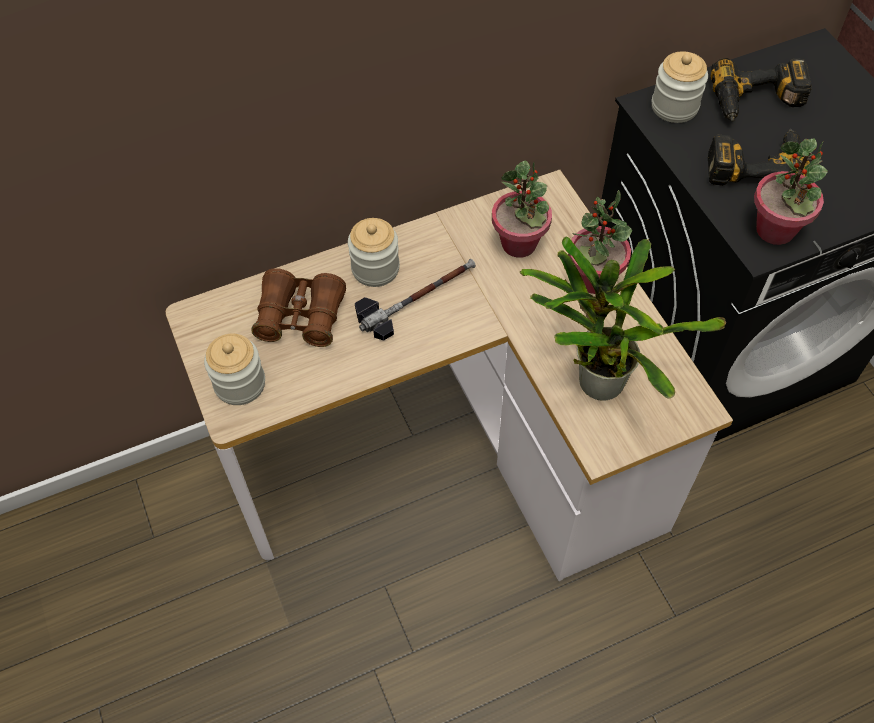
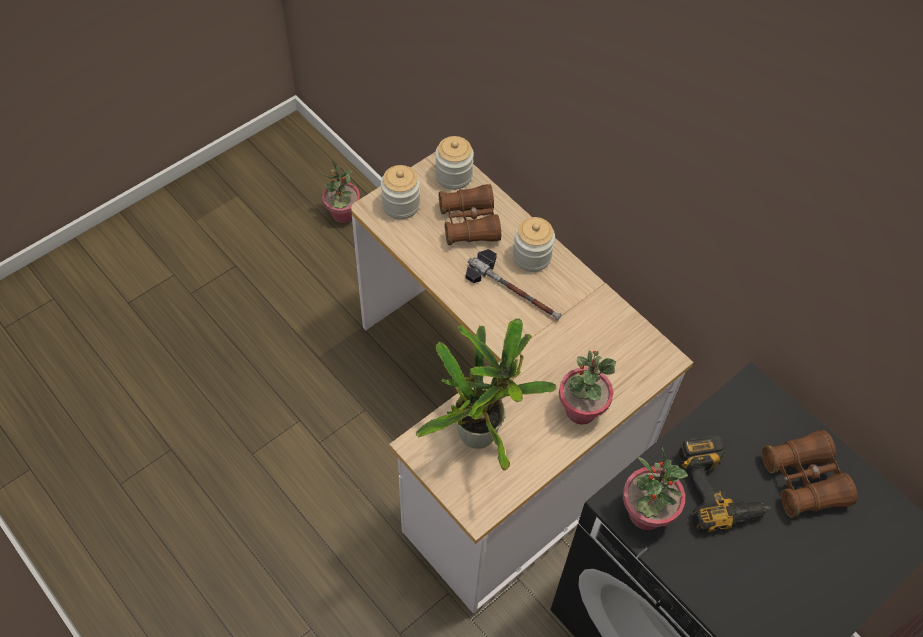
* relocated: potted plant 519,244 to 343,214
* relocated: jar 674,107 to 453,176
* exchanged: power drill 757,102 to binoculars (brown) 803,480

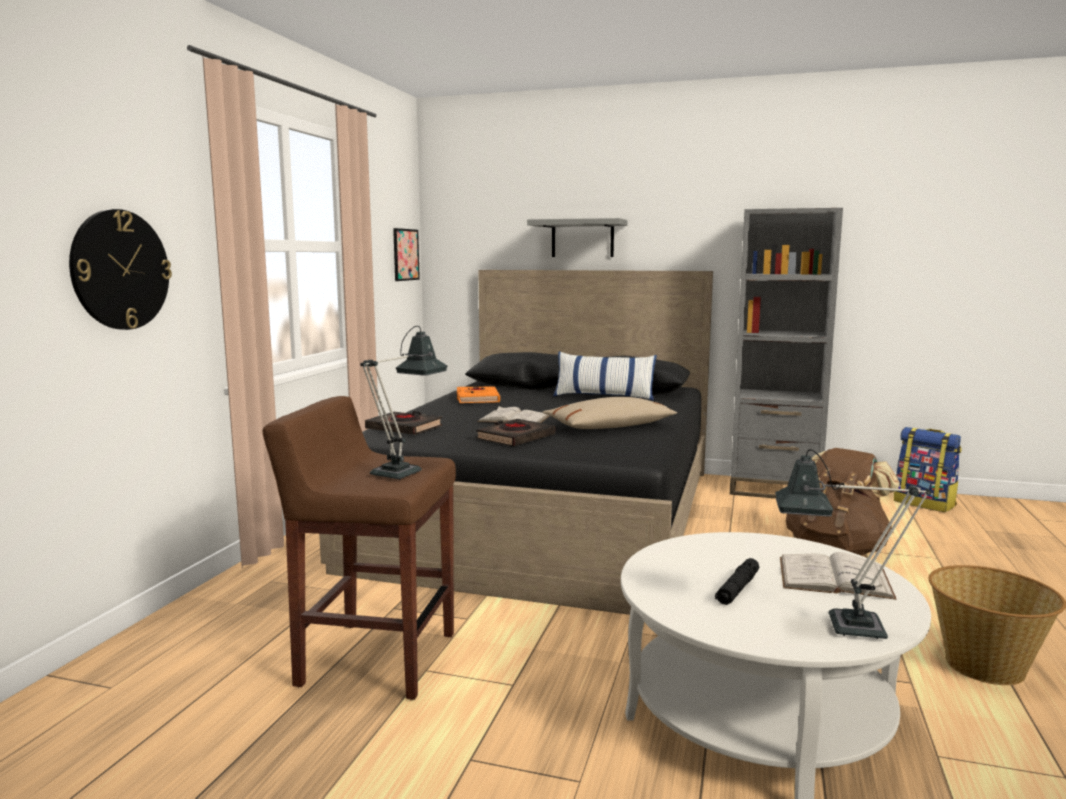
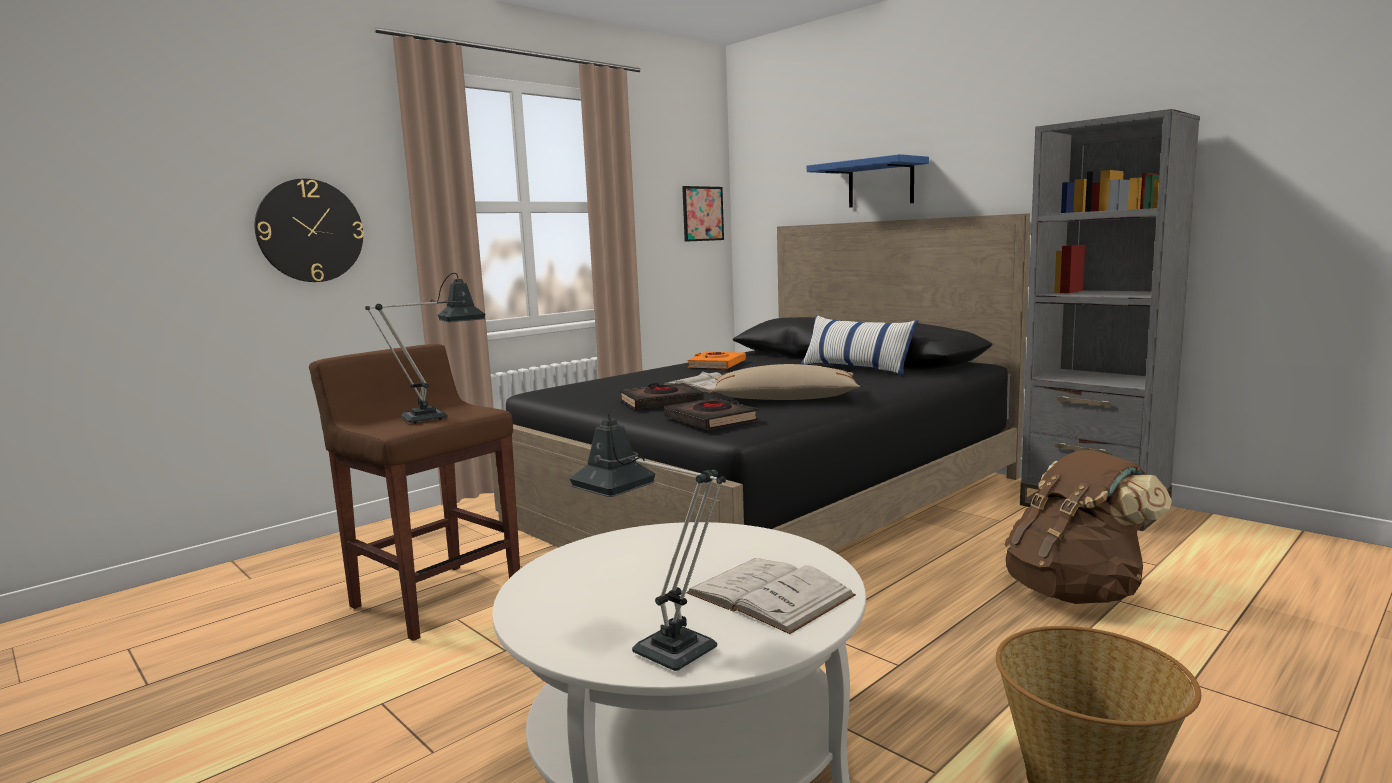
* relocated: book (black) 404,428 to 711,420
* colour: shelf (grey) 582,238 to shelf (blue) 880,183
* missing: flashlight (black) 737,589
* missing: backpack 925,503

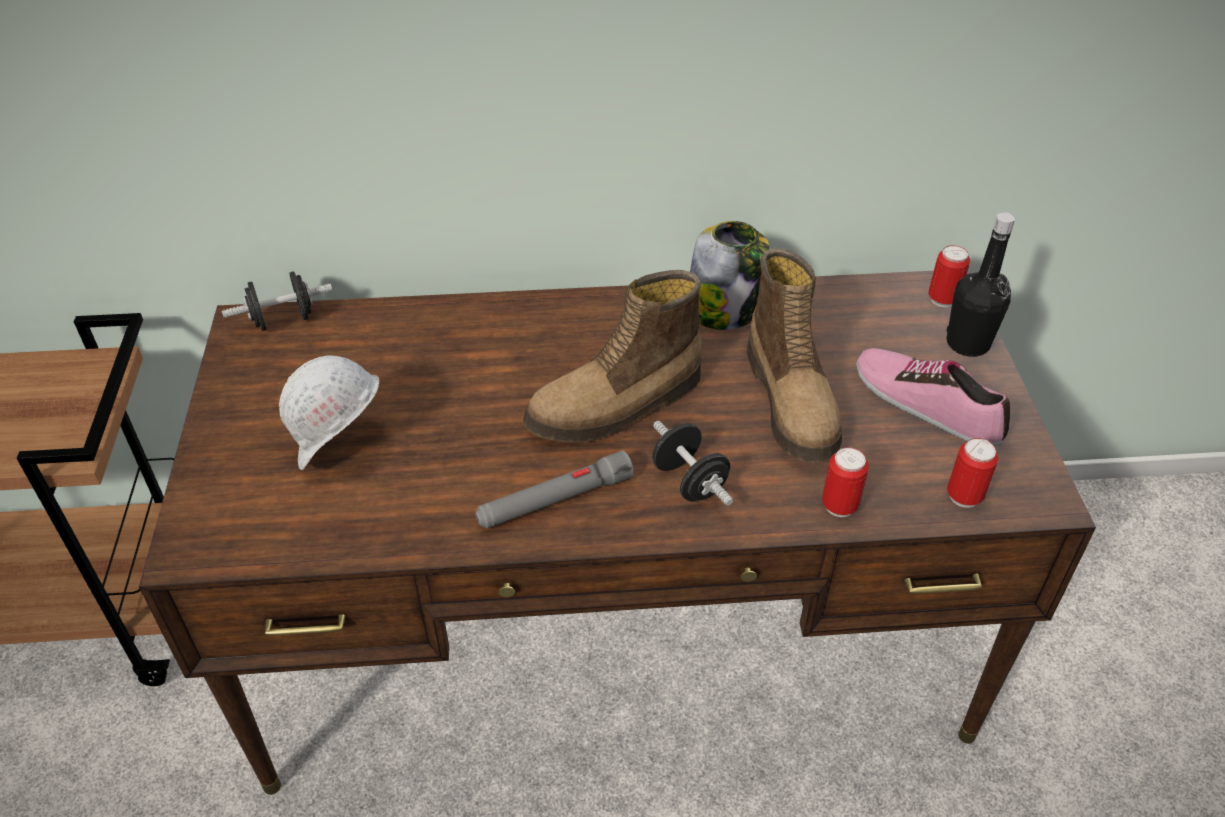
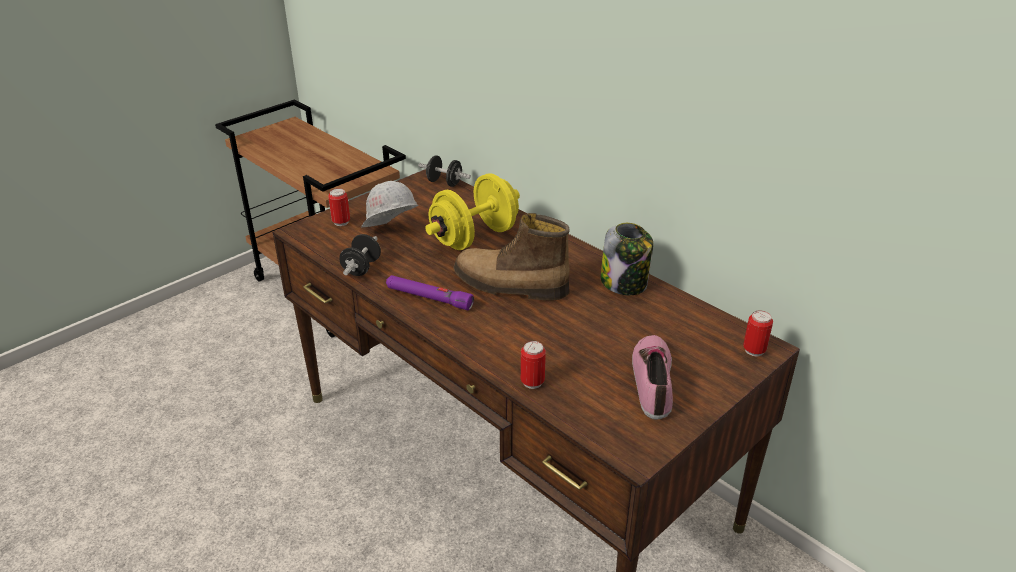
* colour: flashlight (grey) 555,500 to flashlight (purple) 429,298
* relocated: dumbbell (black) 689,481 to 361,268
* missing: boot 792,402
* missing: bottle (black) 967,343
* relocated: can 964,496 to 341,222
* appeared: dumbbell (yellow) 474,237

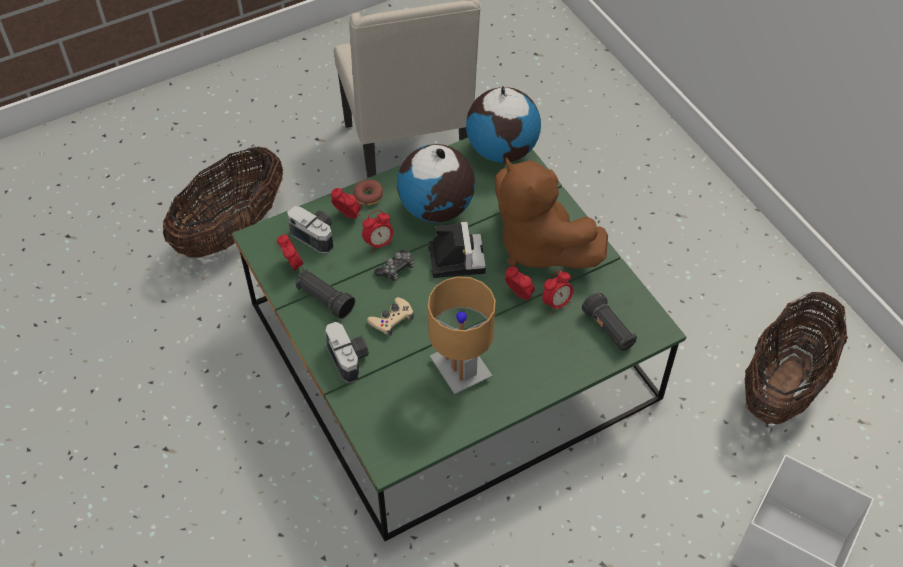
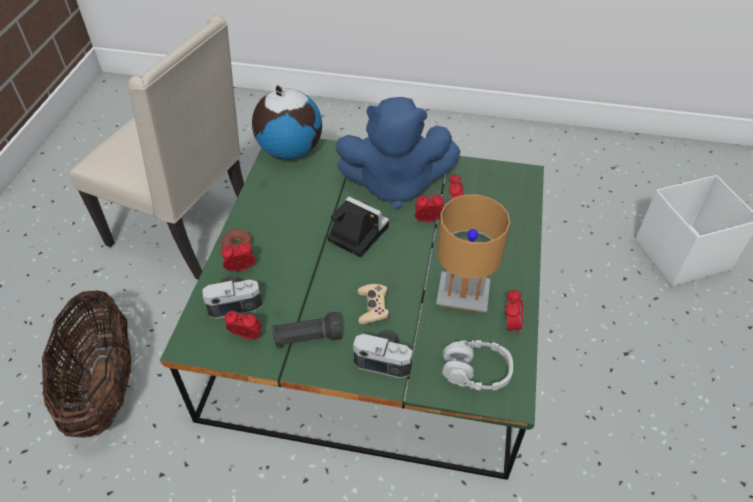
* relocated: alarm clock 379,243 to 511,325
* missing: game controller 396,269
* missing: globe 437,209
* colour: plush toy (brown) 538,245 to plush toy (blue) 395,185
* missing: flashlight (black) 608,330
* missing: basket 783,384
* appeared: headphones (grey) 476,371

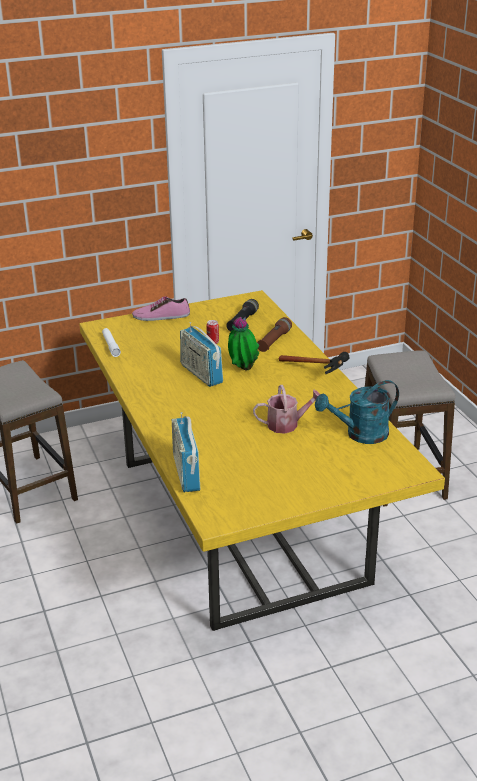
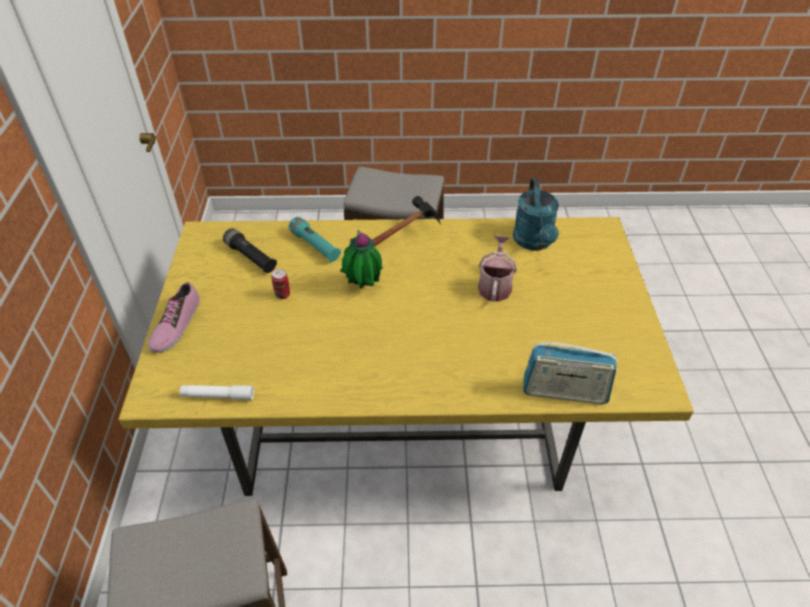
* missing: radio 201,374
* colour: flashlight (brown) 274,341 to flashlight (turquoise) 315,246

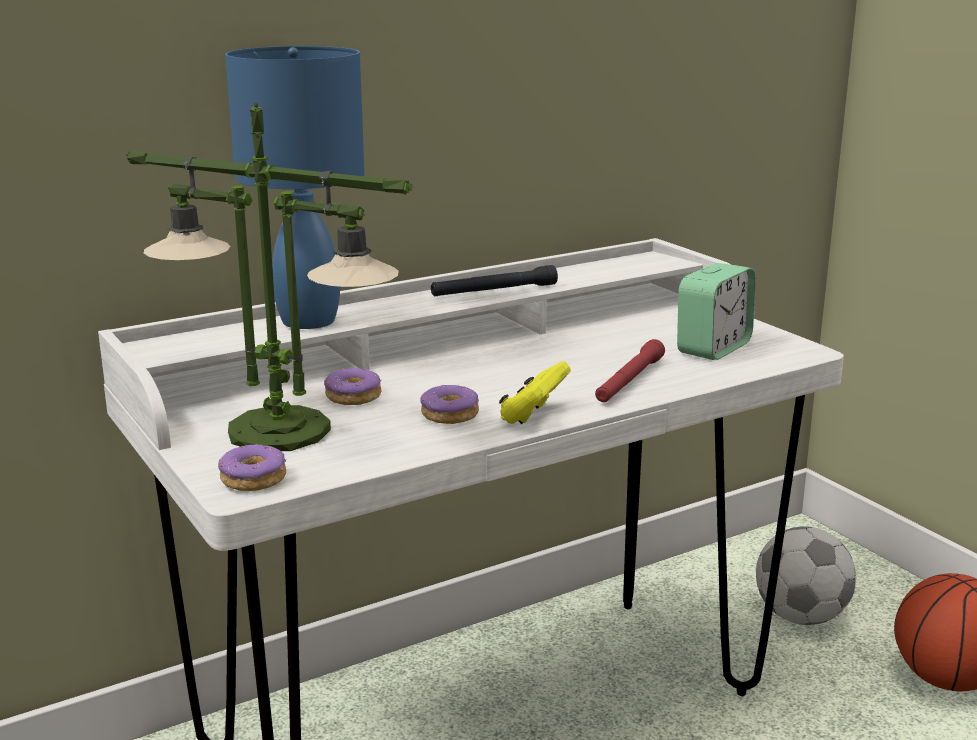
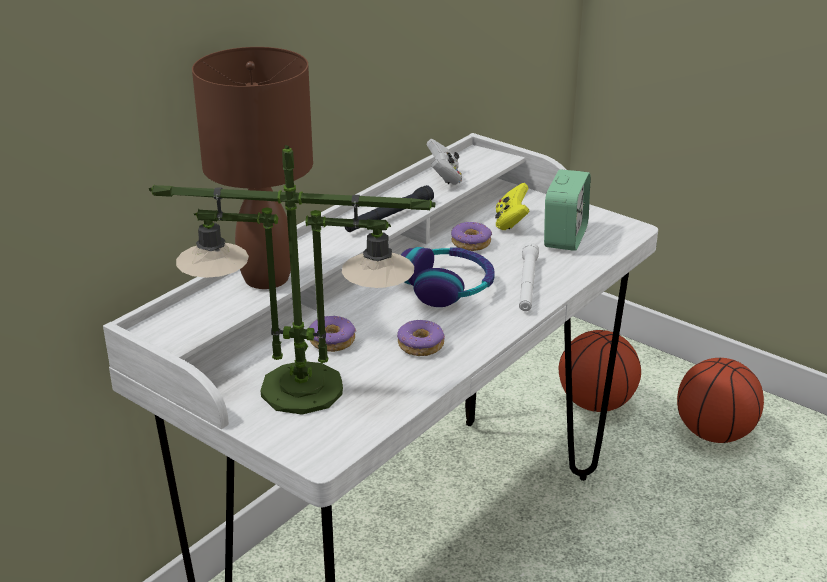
* relocated: donut 254,479 to 471,243
* colour: table lamp (blue) 307,320 to table lamp (brown) 265,277
* relocated: game controller (yellow) 533,416 to 511,222
* colour: flashlight (red) 629,381 to flashlight (white) 527,284
* exchanged: football 800,616 to basketball 596,404
* appeared: headphones 447,287
* appeared: game controller (white) 444,177

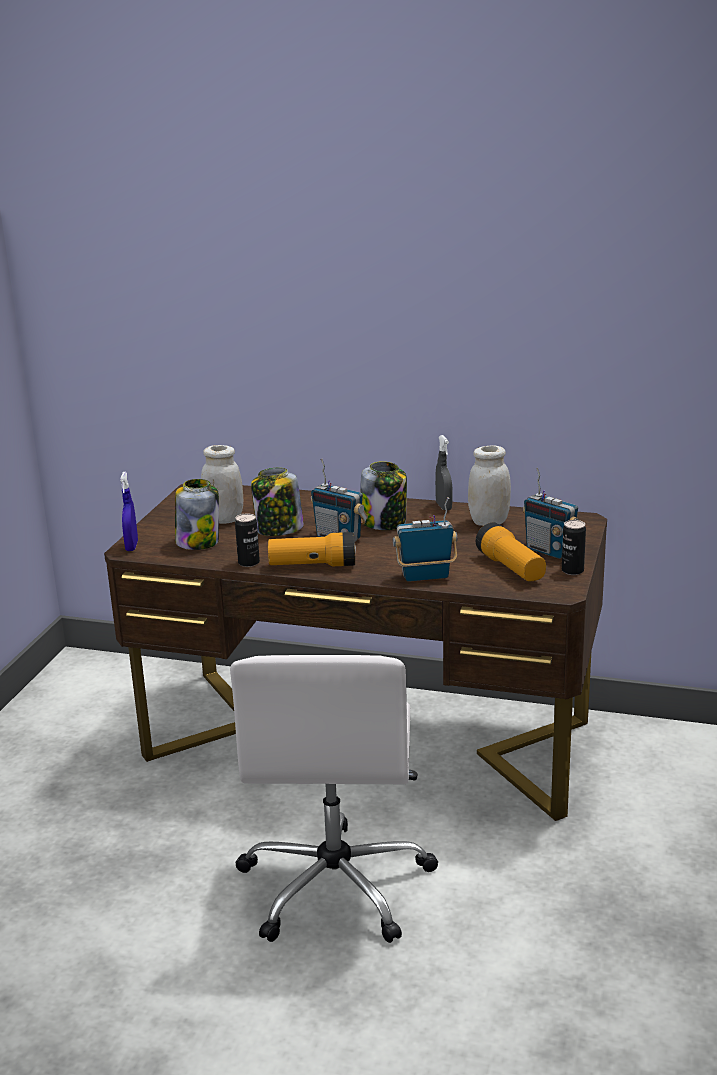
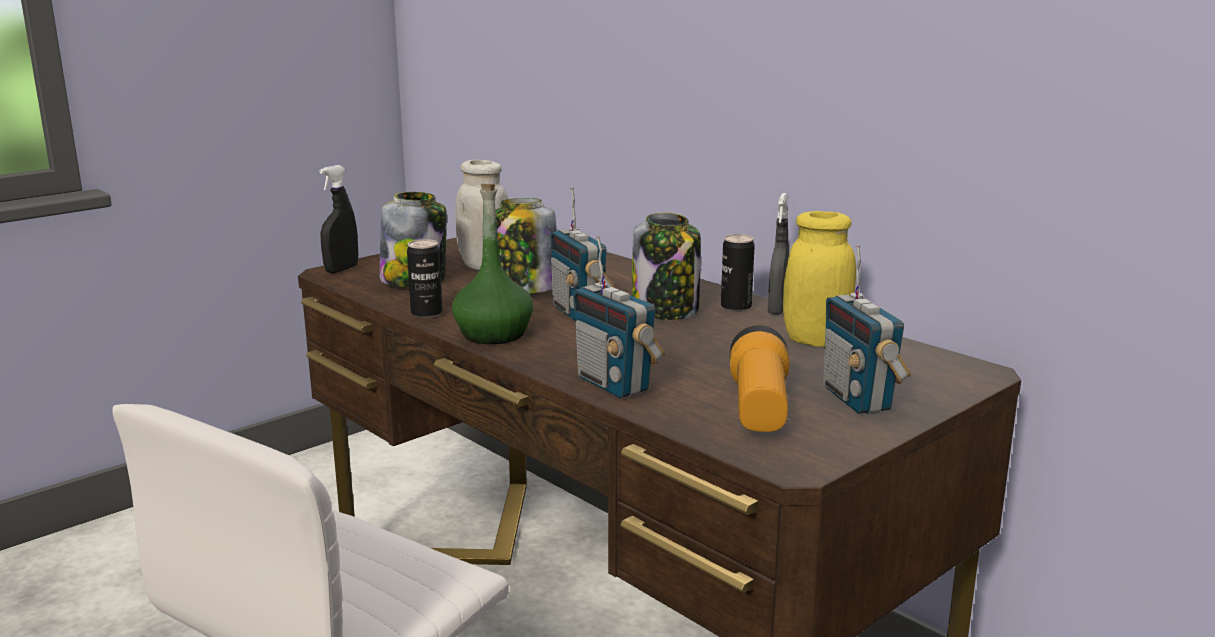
* colour: spray bottle (blue) 131,546 to spray bottle (black) 341,269
* exchanged: flashlight 313,565 to bottle (green) 493,334
* spun: radio 425,576 = 614,384 150 degrees counterclockwise
* colour: jar (white) 489,522 to jar (yellow) 815,341
* relocated: can 572,571 to 736,307

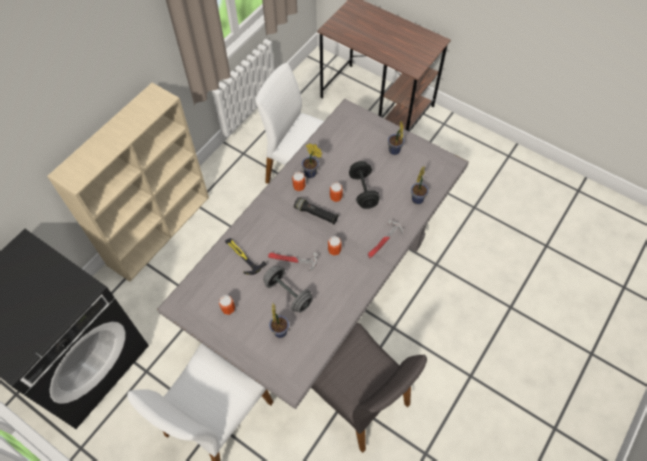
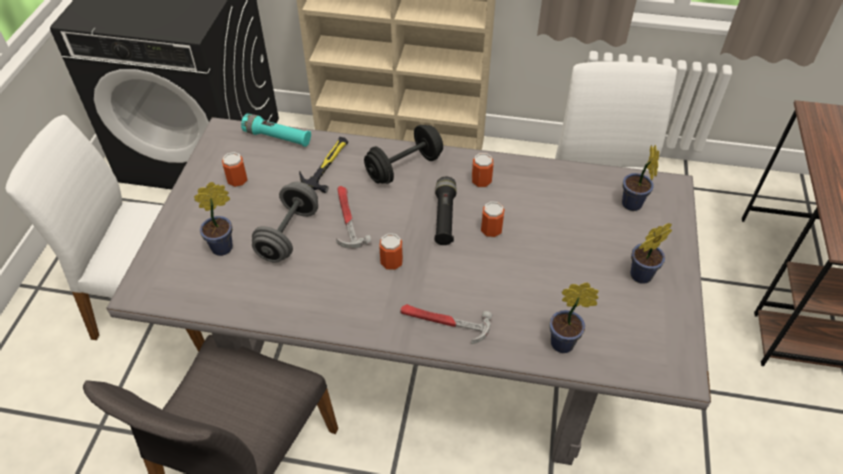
* relocated: potted plant 312,174 to 632,206
* relocated: dumbbell (black) 363,191 to 404,167
* appeared: flashlight (turquoise) 277,137

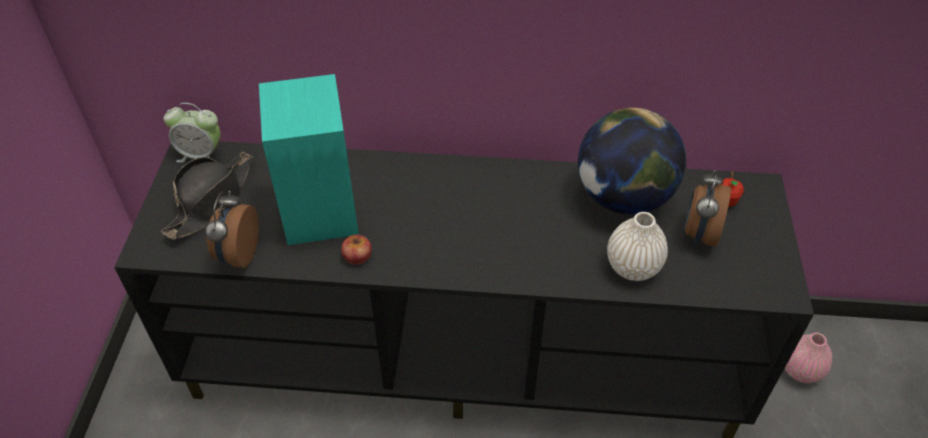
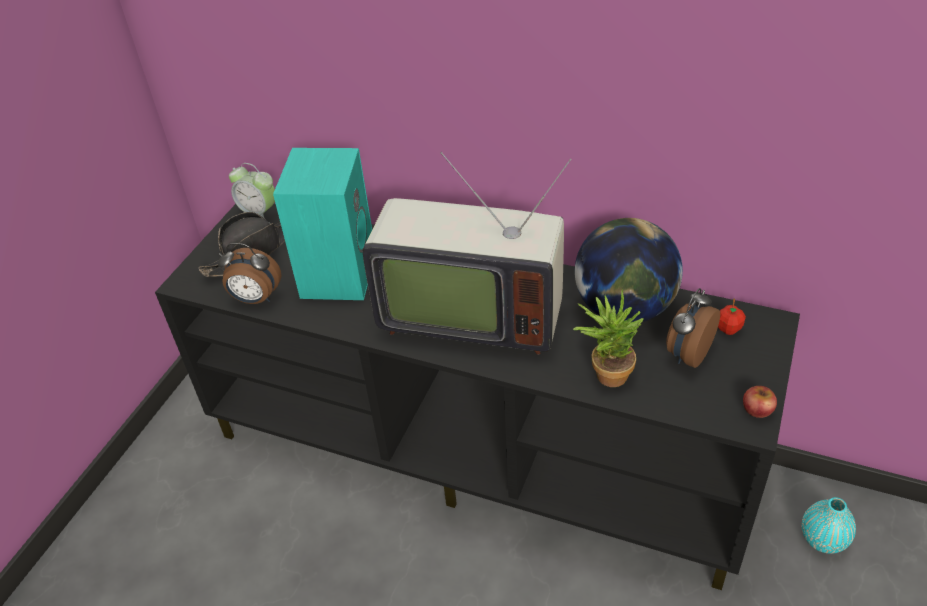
* spun: alarm clock 237,254 = 255,299 105 degrees counterclockwise
* relocated: apple 357,256 to 757,409
* exchanged: vase (white) 633,266 to potted plant 606,372
* colour: vase (pink) 800,370 to vase (turquoise) 823,539
* appeared: television 469,314

